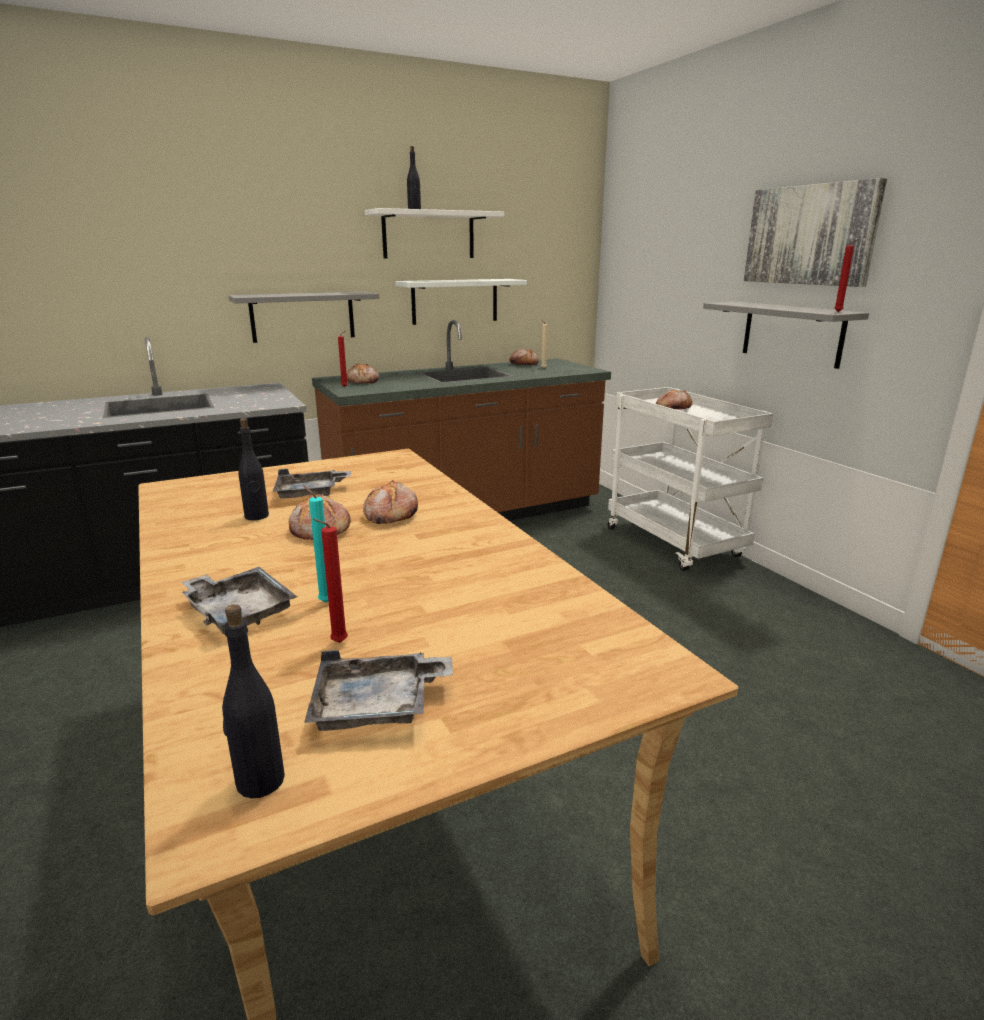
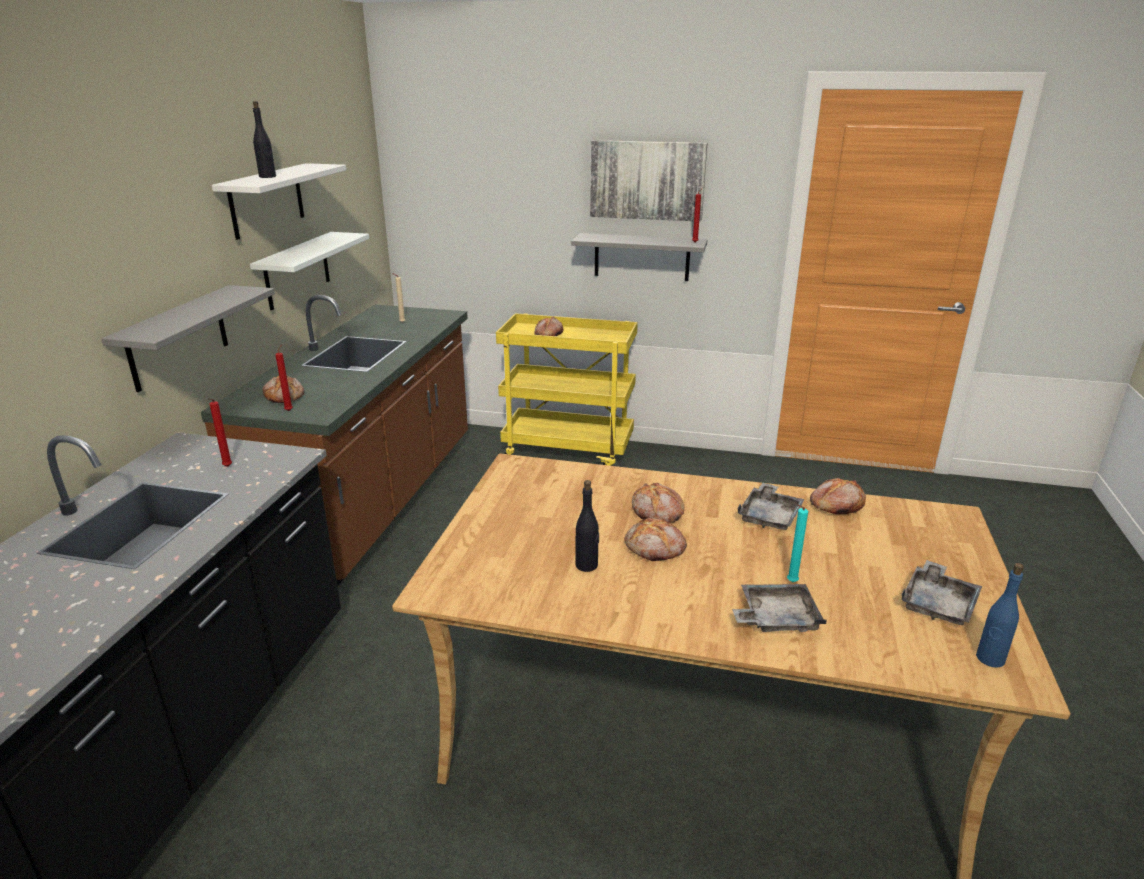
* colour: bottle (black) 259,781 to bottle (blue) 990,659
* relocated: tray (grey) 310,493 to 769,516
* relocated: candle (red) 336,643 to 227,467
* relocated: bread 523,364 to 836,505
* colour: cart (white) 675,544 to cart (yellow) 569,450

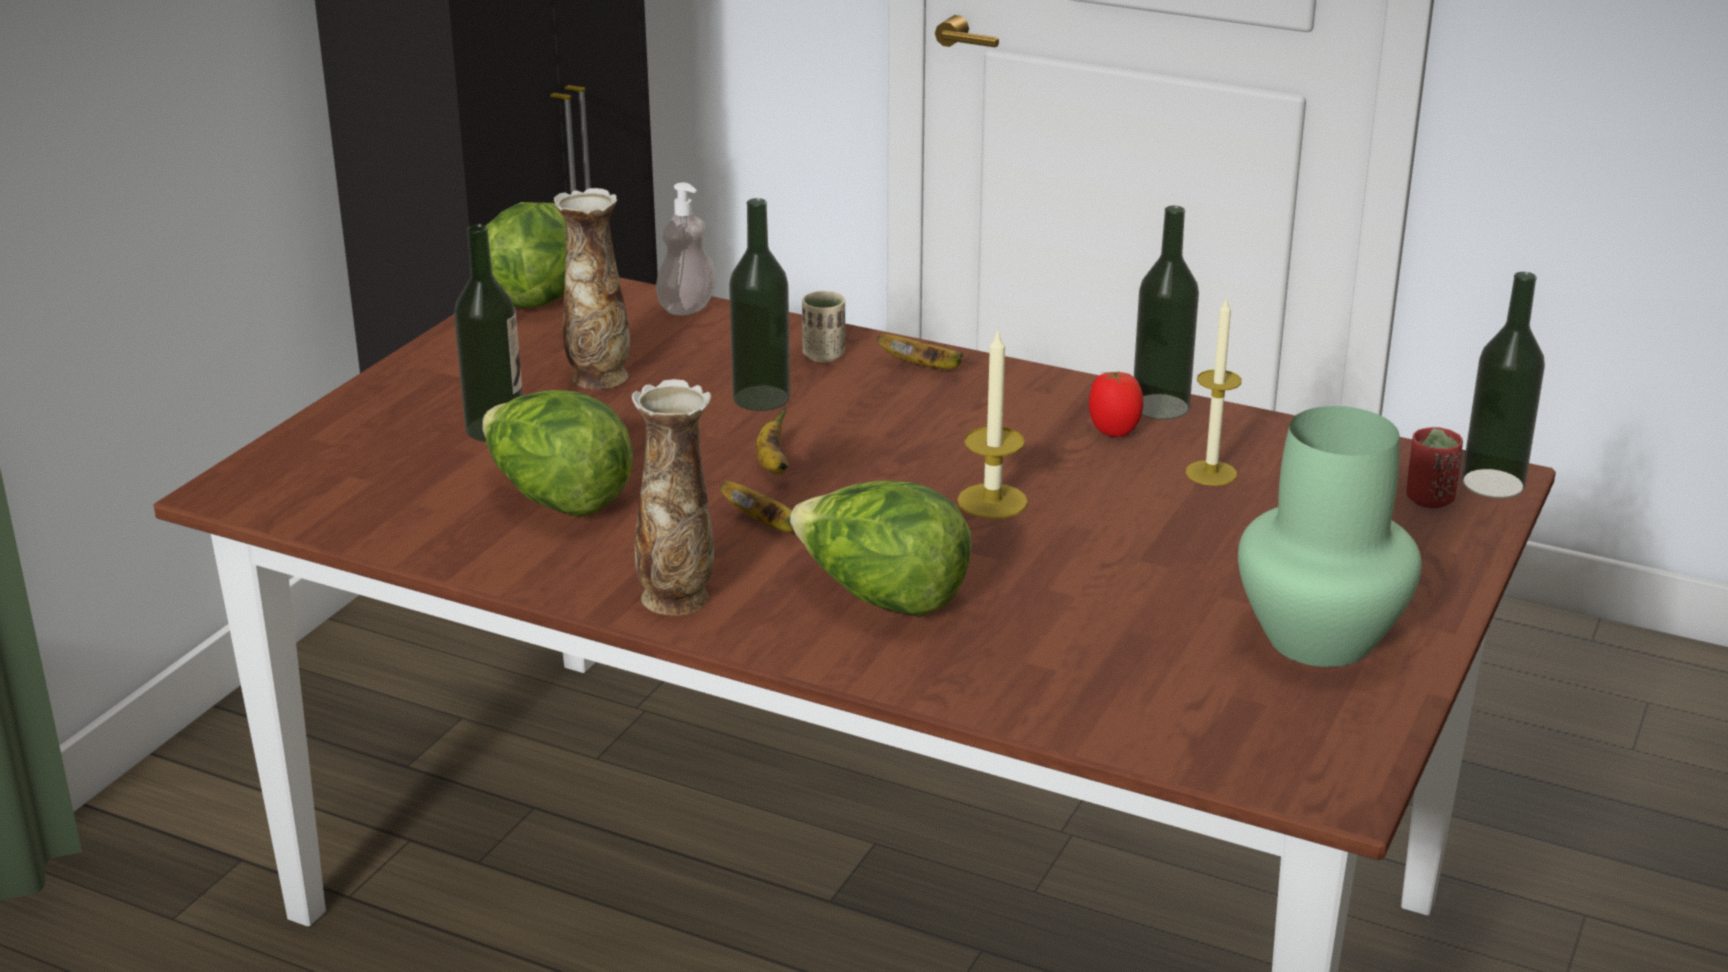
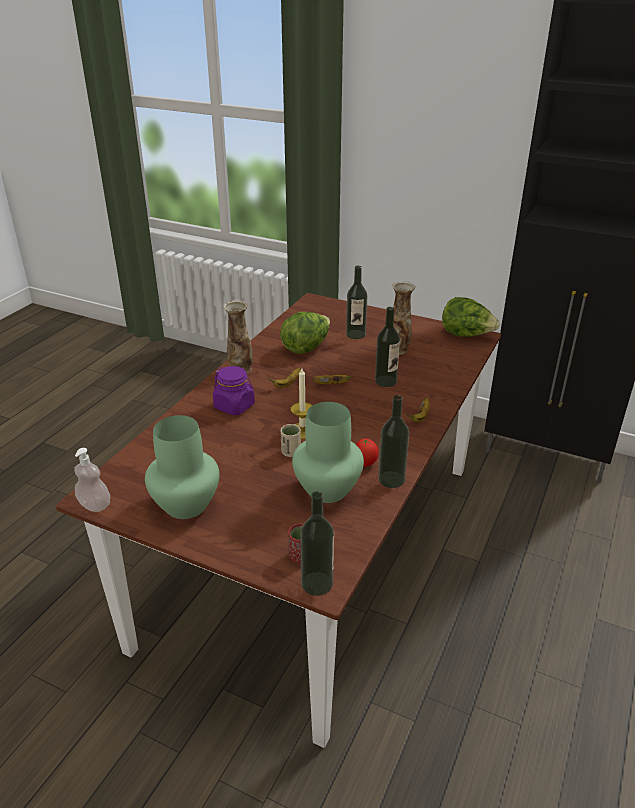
* relocated: soap dispenser 687,307 to 95,505
* exchanged: lettuce 881,598 to jar (purple) 234,406
* relocated: cup (beige) 823,355 to 291,452
* exchanged: candle 1211,473 to vase (green) 326,489

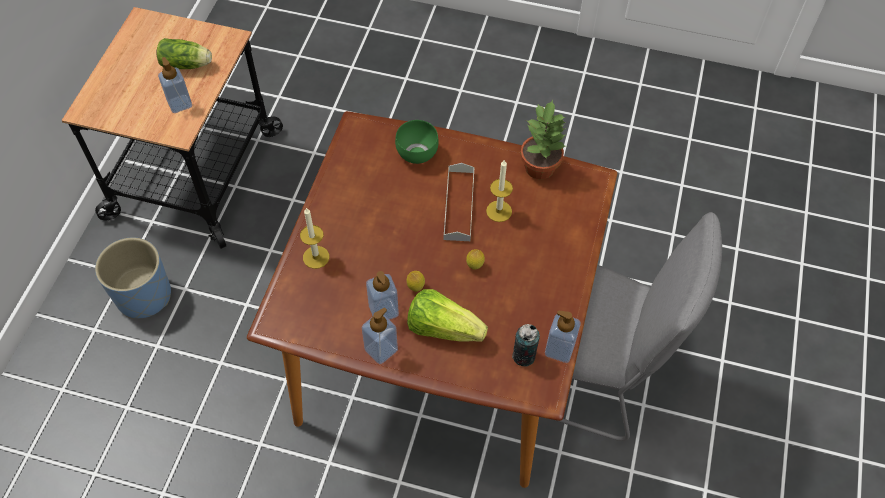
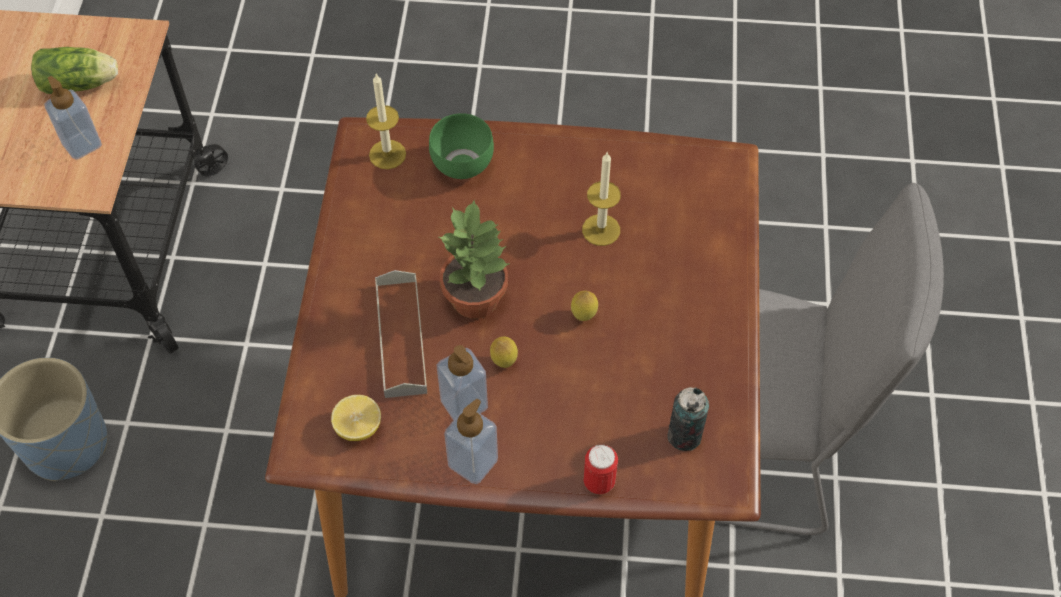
* relocated: candle 316,257 to 387,154
* missing: lettuce 443,328
* relocated: tray (grey) 459,205 to 401,337
* relocated: potted plant 540,167 to 476,298
* missing: soap dispenser 559,349
* appeared: lemon 358,427
* appeared: can 599,482

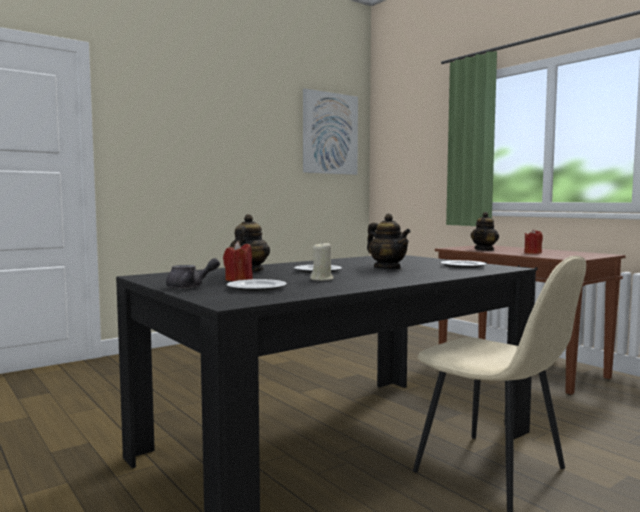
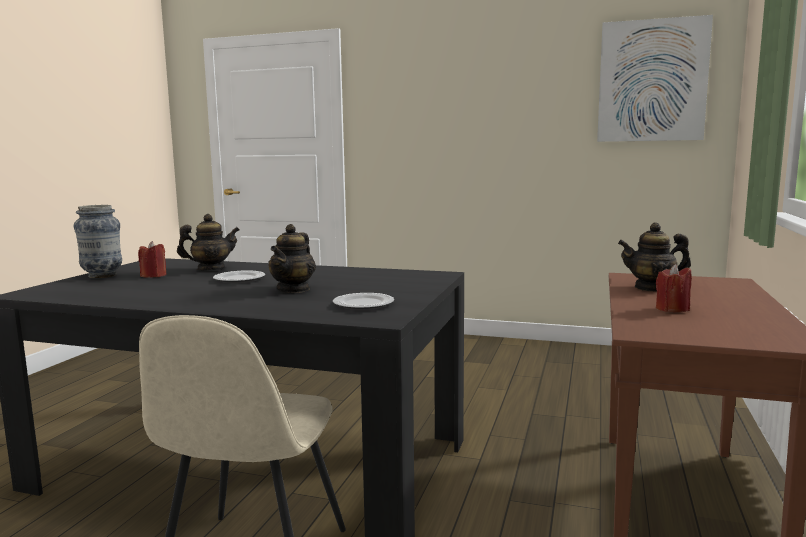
* exchanged: teapot (grey) 190,287 to vase 102,275
* missing: plate 257,288
* missing: candle (beige) 322,279

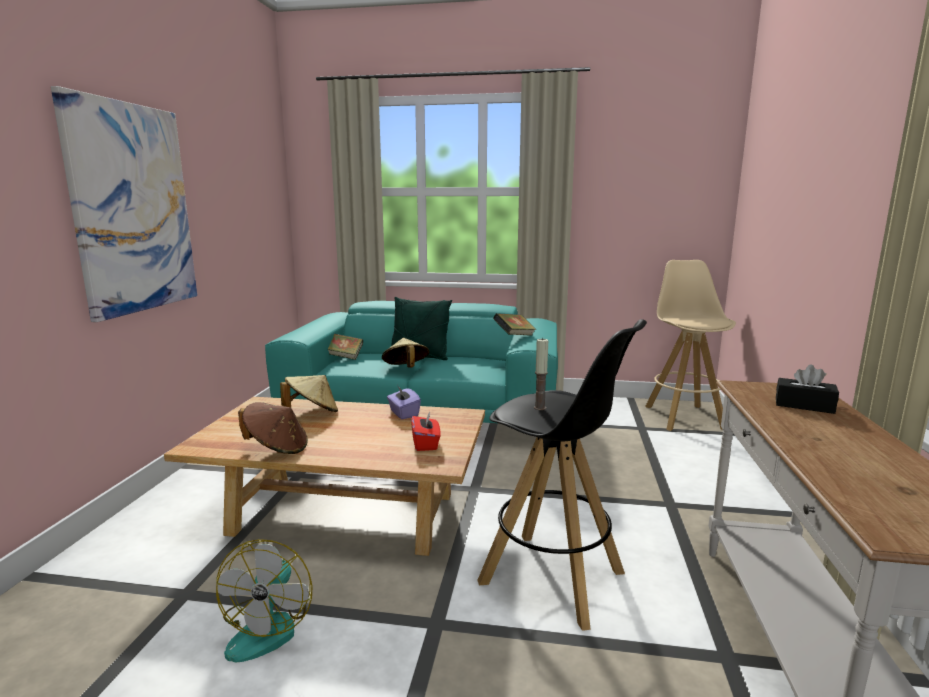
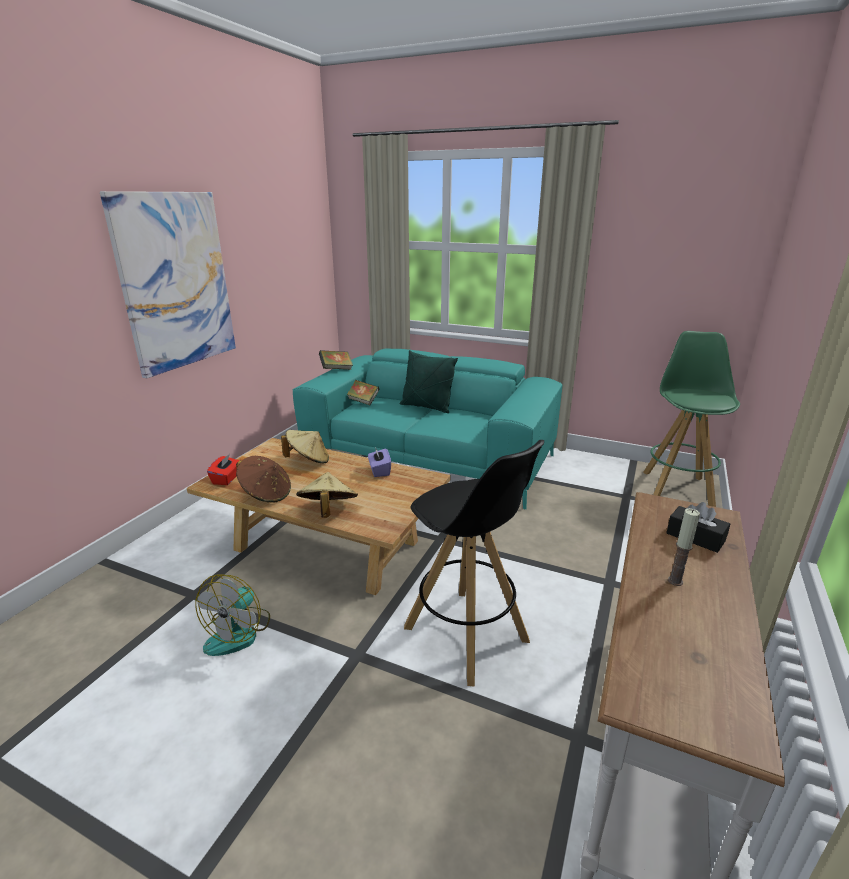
* relocated: hat (beige) 405,369 to 328,511
* relocated: tissue box (red) 426,444 to 226,479
* relocated: book 514,336 to 336,369
* relocated: candle 540,408 to 675,581
* colour: stool (beige) 683,417 to stool (green) 677,489

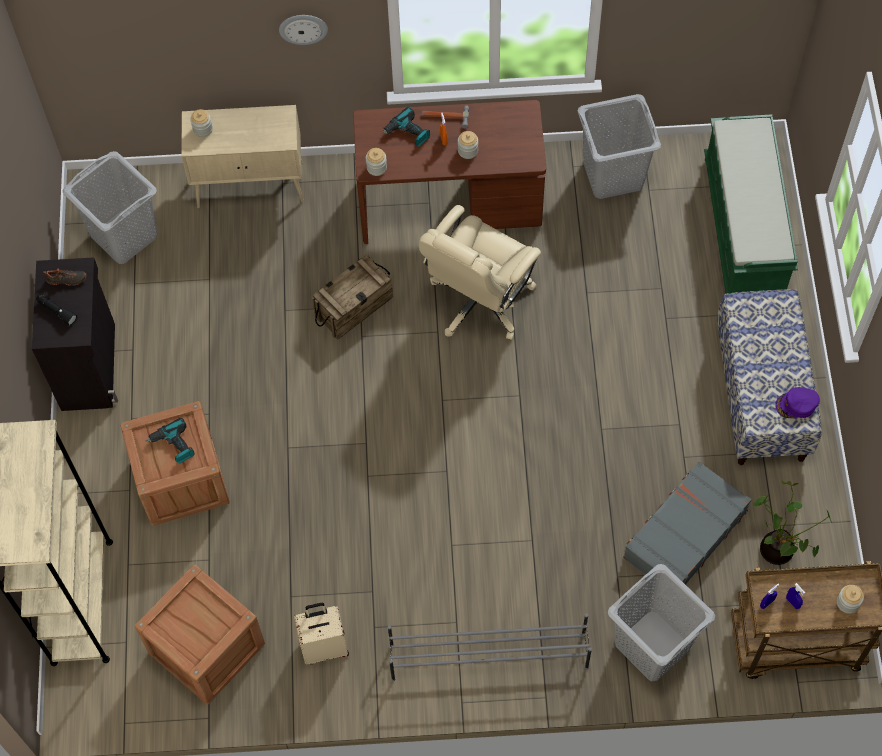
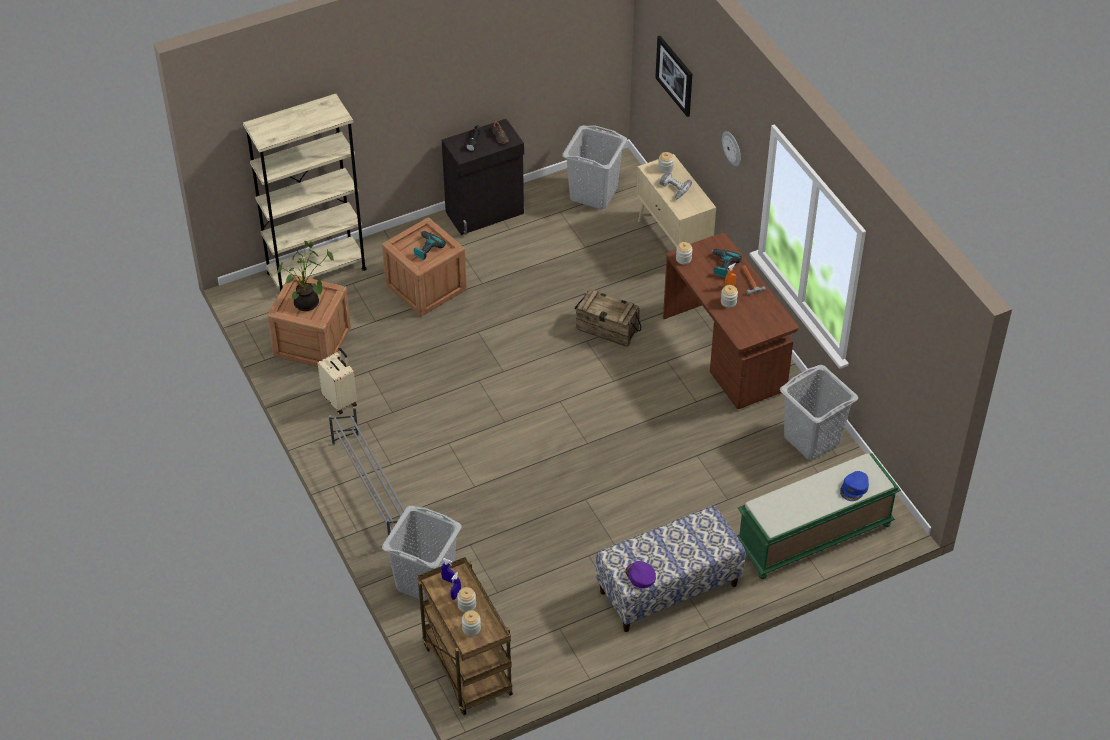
* missing: office chair (beige) 479,301
* missing: suitcase (grey) 684,534
* relocated: potted plant 779,548 to 308,304
* appeared: jar 467,605
* appeared: picture 675,75
* appeared: power drill 672,189
* appeared: cap (blue) 854,488

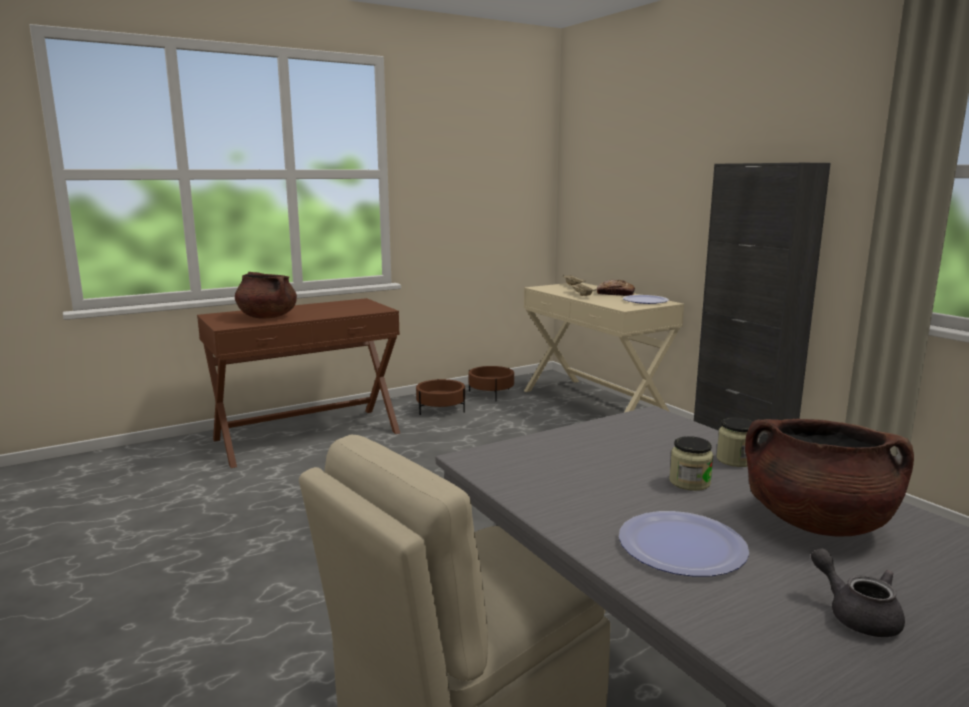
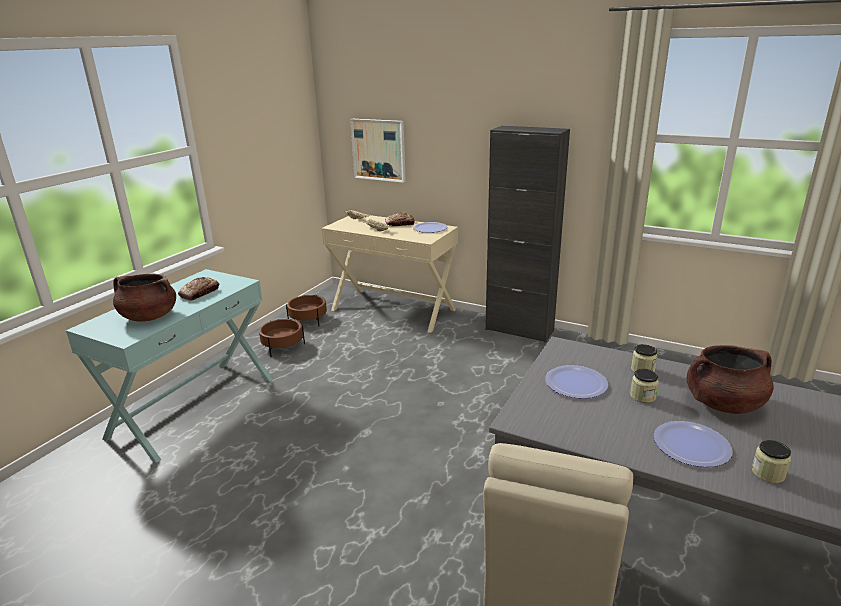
* colour: console table (brown) 307,435 to console table (turquoise) 193,406
* missing: teapot (grey) 857,614
* appeared: bread 200,293
* appeared: picture 379,150
* appeared: plate 576,383
* appeared: jar 768,473

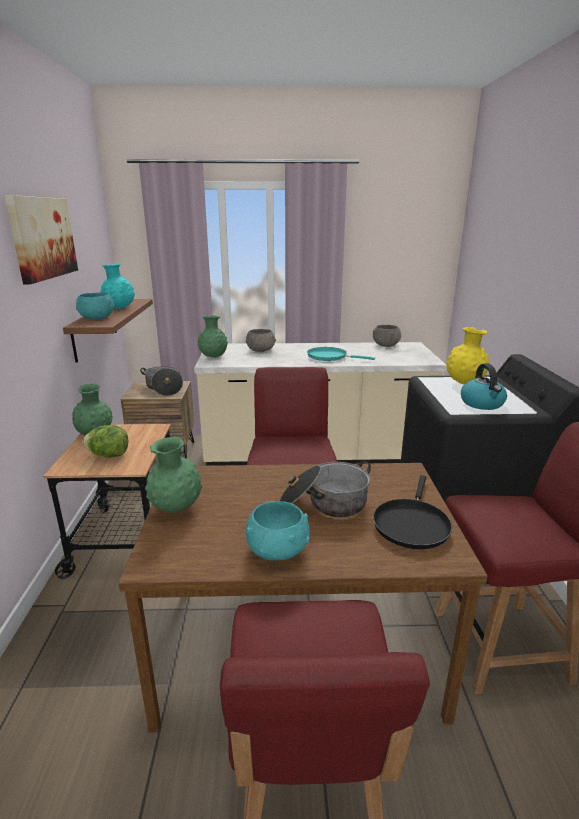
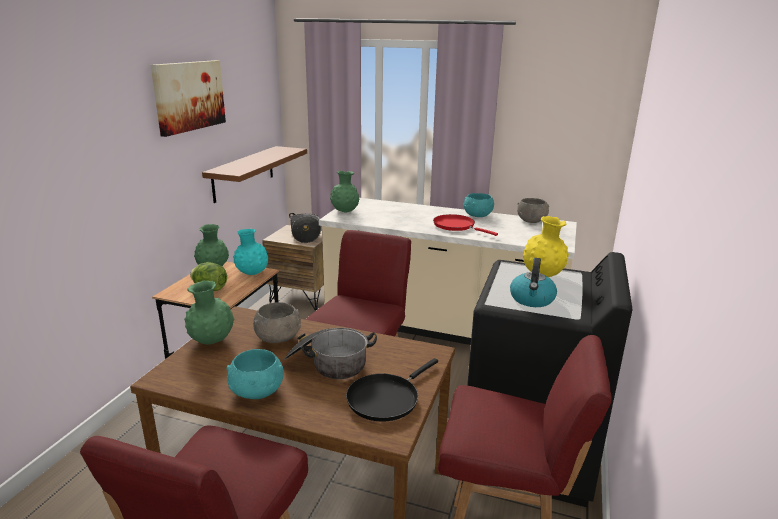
* relocated: bowl (turquoise) 96,318 to 477,215
* relocated: vase (turquoise) 119,308 to 252,273
* relocated: bowl (grey) 261,350 to 278,338
* colour: frying pan (turquoise) 330,357 to frying pan (red) 456,226

